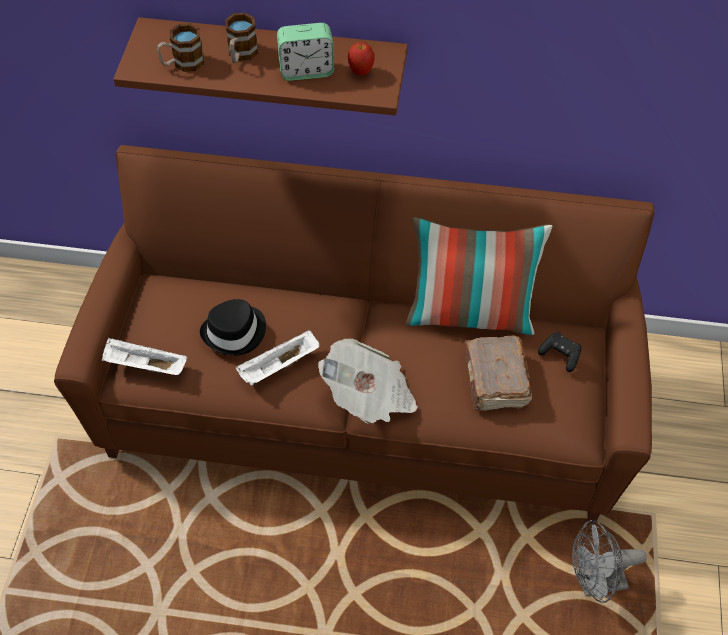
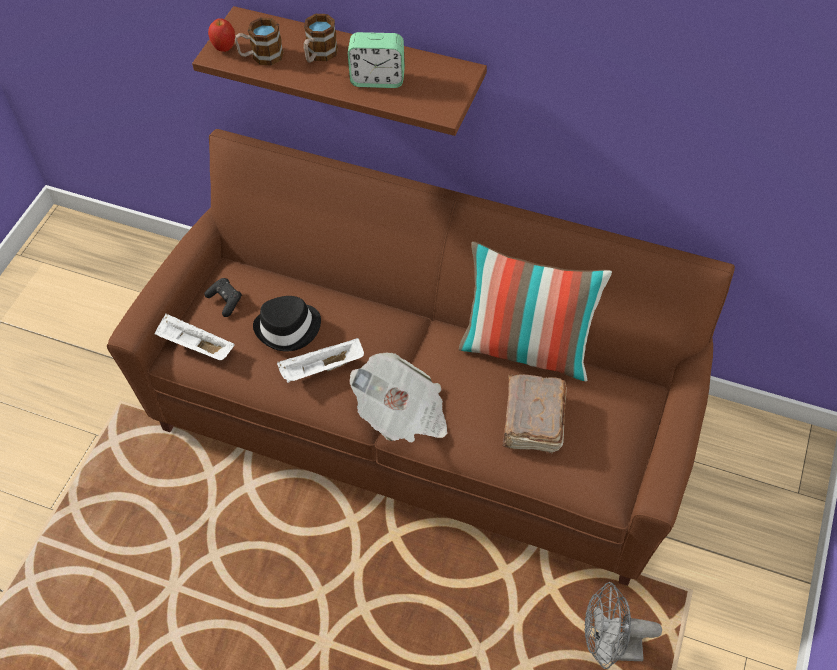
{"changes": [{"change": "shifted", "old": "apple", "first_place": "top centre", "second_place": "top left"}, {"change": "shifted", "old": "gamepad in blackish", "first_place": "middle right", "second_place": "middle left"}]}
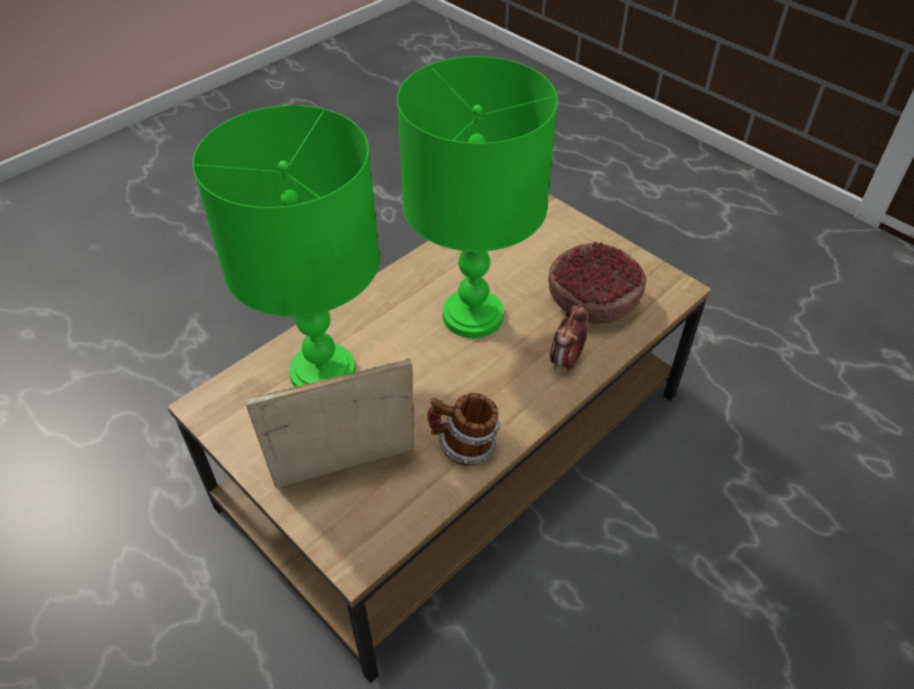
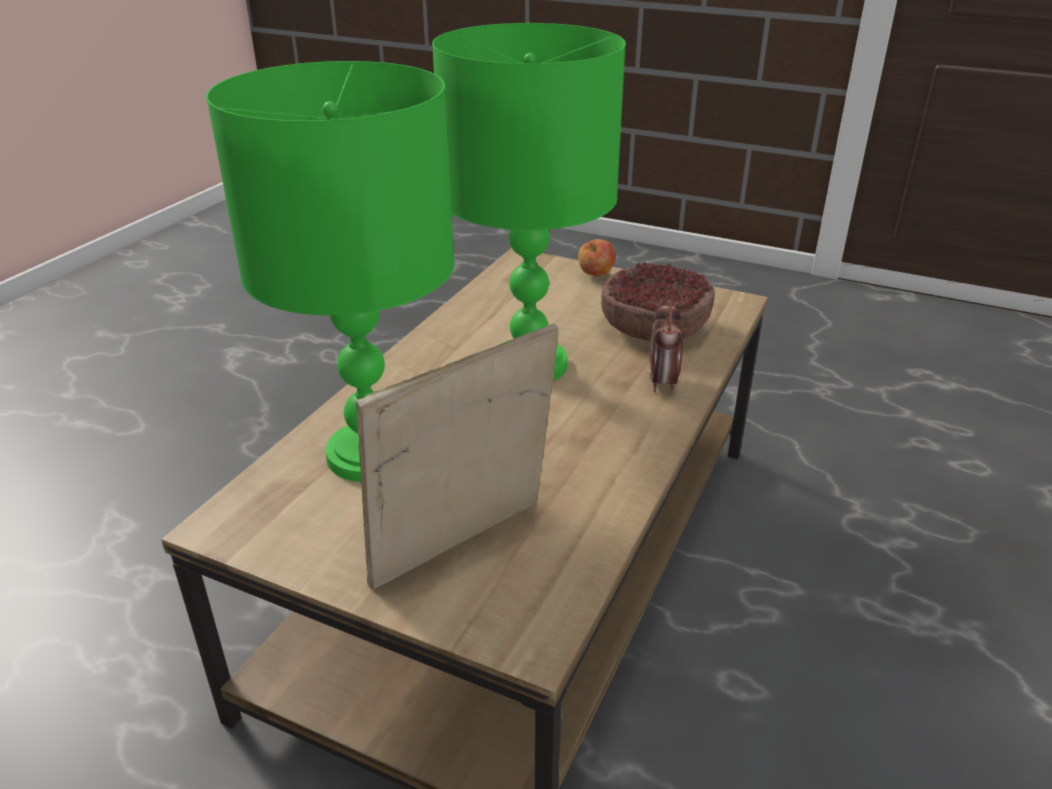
{"changes": [{"change": "gone", "old": "mug", "first_place": "centre"}, {"change": "new", "new": "apple", "second_place": "top centre"}]}
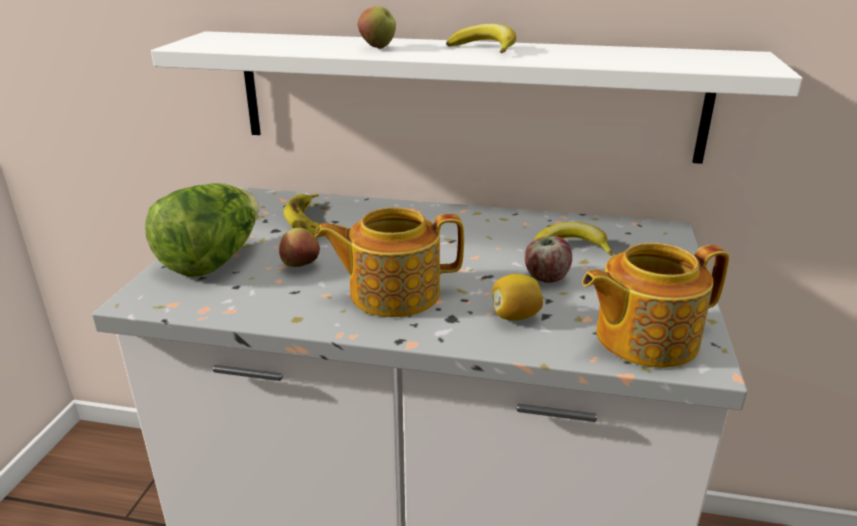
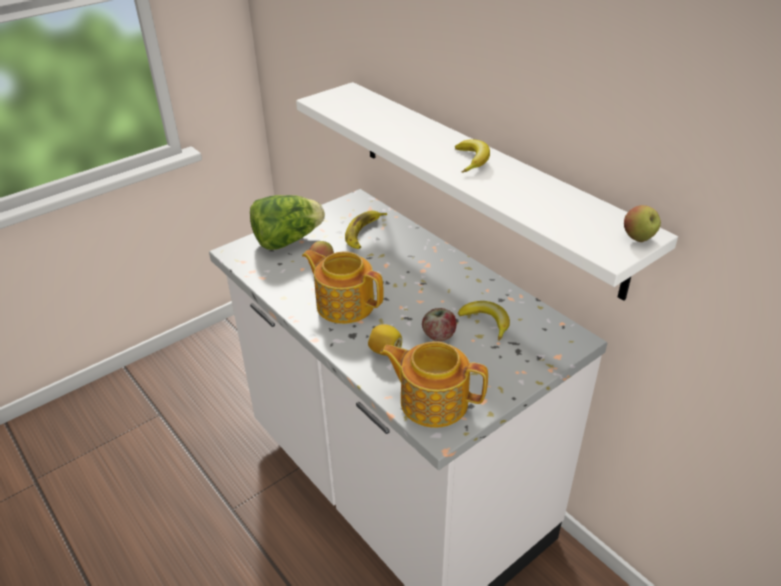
{"changes": [{"change": "shifted", "old": "apple (no. 2 from left in the first image)", "new": "apple (no. 3 from left)", "first_place": "top centre", "second_place": "middle right"}]}
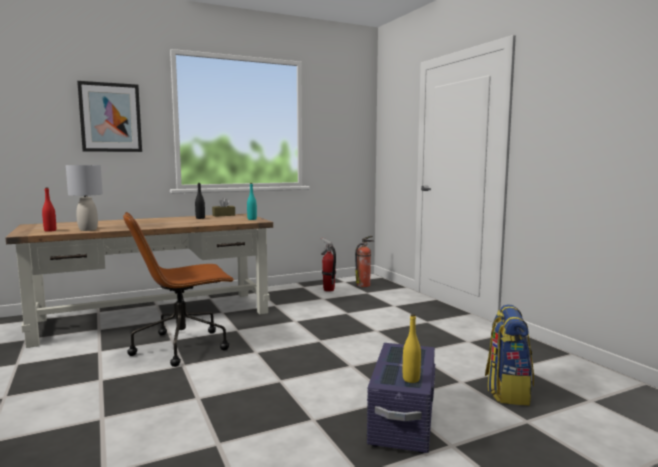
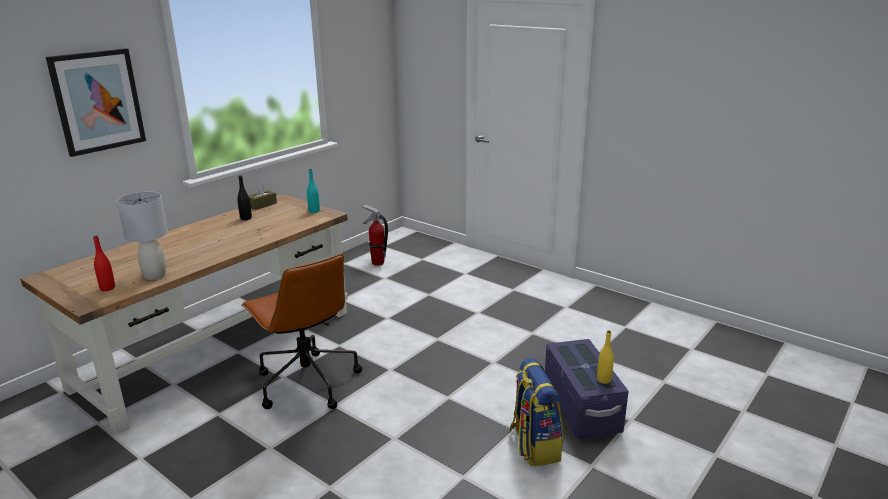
{"changes": [{"change": "gone", "old": "fire extinguisher (no. 2 from left)", "first_place": "centre"}, {"change": "shifted", "old": "backpack", "first_place": "bottom right", "second_place": "bottom centre"}, {"change": "rotated", "old": "office chair in brownish", "first_place": "middle left", "second_place": "centre", "degrees": -75}]}
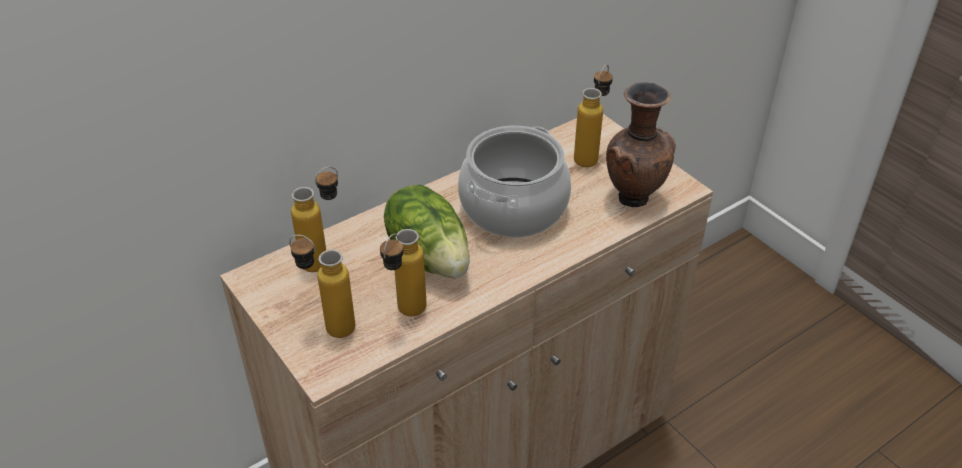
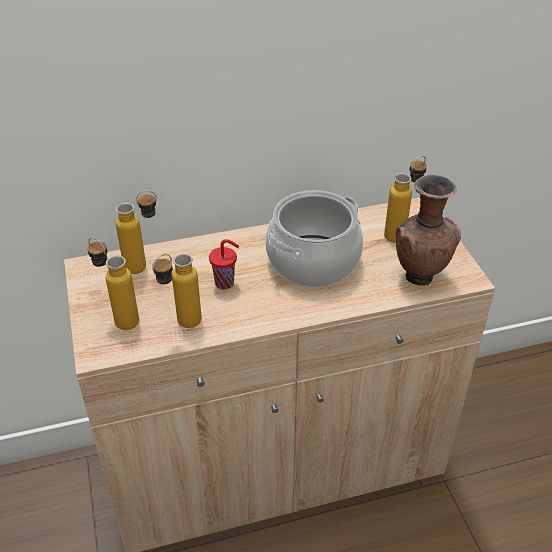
{"changes": [{"change": "swapped", "old": "lettuce", "new": "cup in red-coloured", "first_place": "centre", "second_place": "centre"}]}
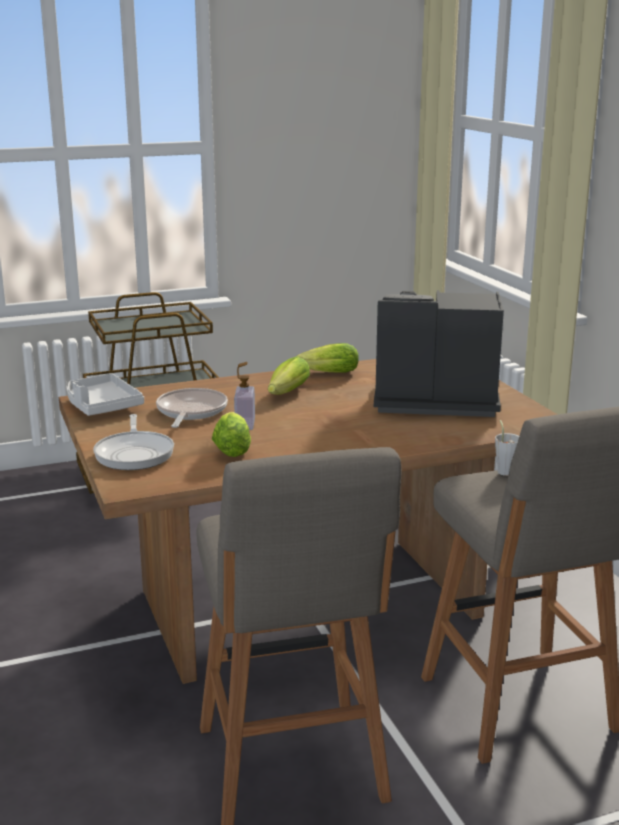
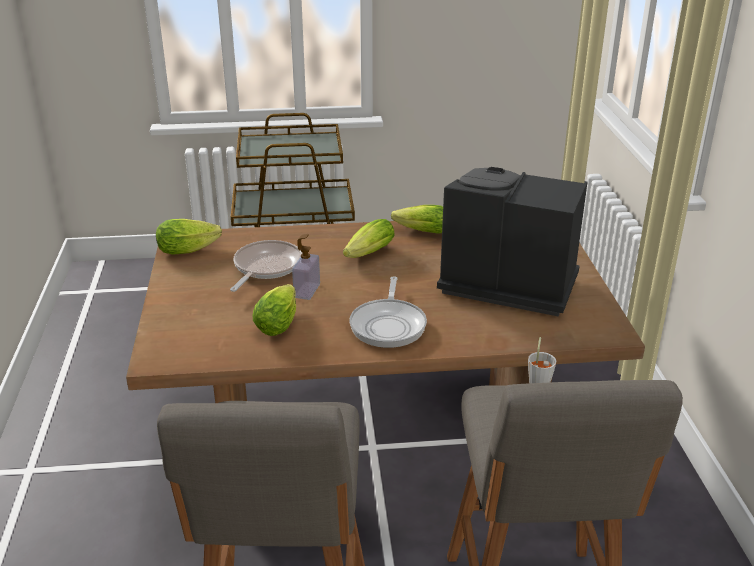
{"changes": [{"change": "shifted", "old": "frying pan (no. 1 from left in the first image)", "new": "frying pan (no. 2 from left)", "first_place": "middle left", "second_place": "centre"}, {"change": "swapped", "old": "serving tray in greyish", "new": "lettuce (no. 1 from left)", "first_place": "middle left", "second_place": "middle left"}]}
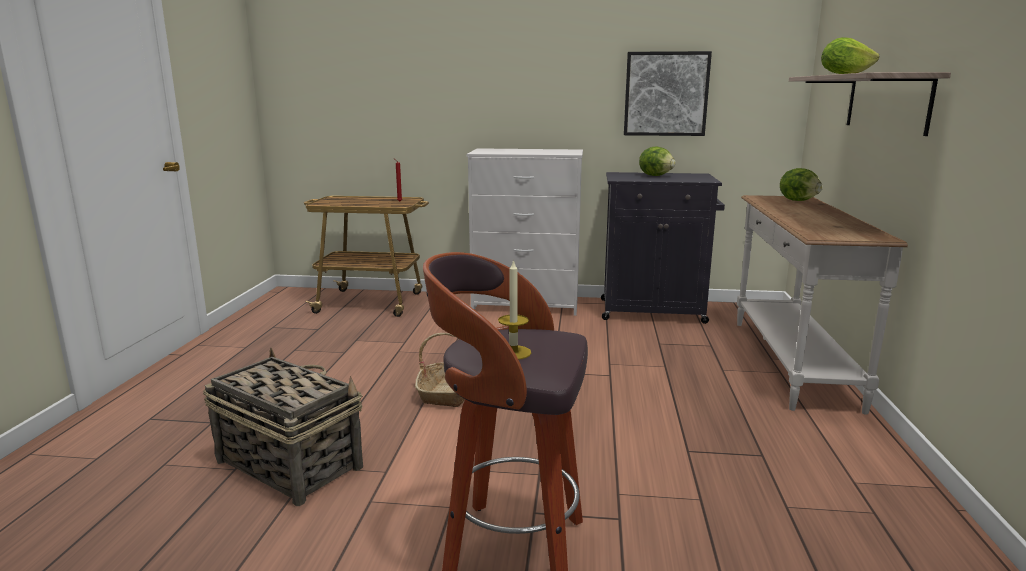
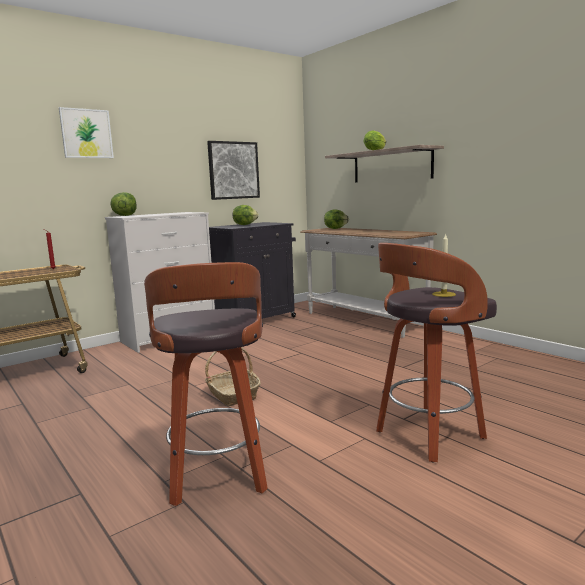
{"changes": [{"change": "new", "new": "picture (no. 1 from left)", "second_place": "top left"}, {"change": "new", "new": "lettuce (no. 1 from left)", "second_place": "middle left"}, {"change": "swapped", "old": "basket (no. 1 from left)", "new": "stool (no. 1 from left)", "first_place": "bottom left", "second_place": "centre"}]}
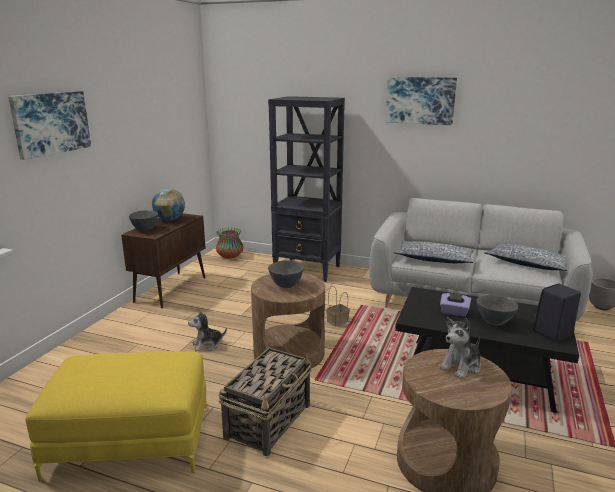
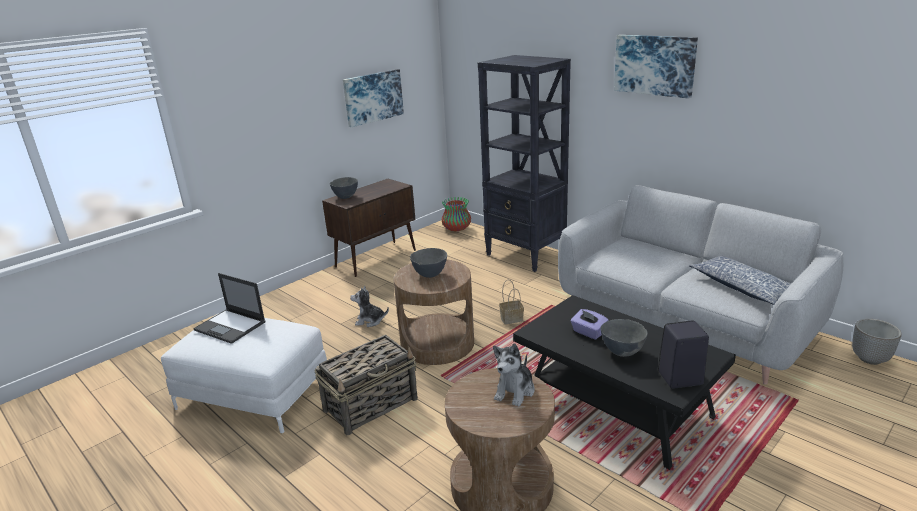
{"changes": [{"change": "gone", "old": "globe", "first_place": "middle left"}, {"change": "gone", "old": "throw pillow (no. 1 from left)", "first_place": "middle right"}, {"change": "new", "new": "laptop", "second_place": "middle left"}, {"change": "shifted", "old": "picture (no. 1 from left)", "first_place": "top left", "second_place": "top centre"}, {"change": "repainted", "old": "pouffe in yellow-coloured", "new": "pouffe in white", "first_place": "bottom left", "second_place": "bottom left"}, {"change": "rotated", "old": "soft toy (no. 2 from left)", "first_place": "bottom right", "second_place": "bottom centre", "degrees": -45}]}
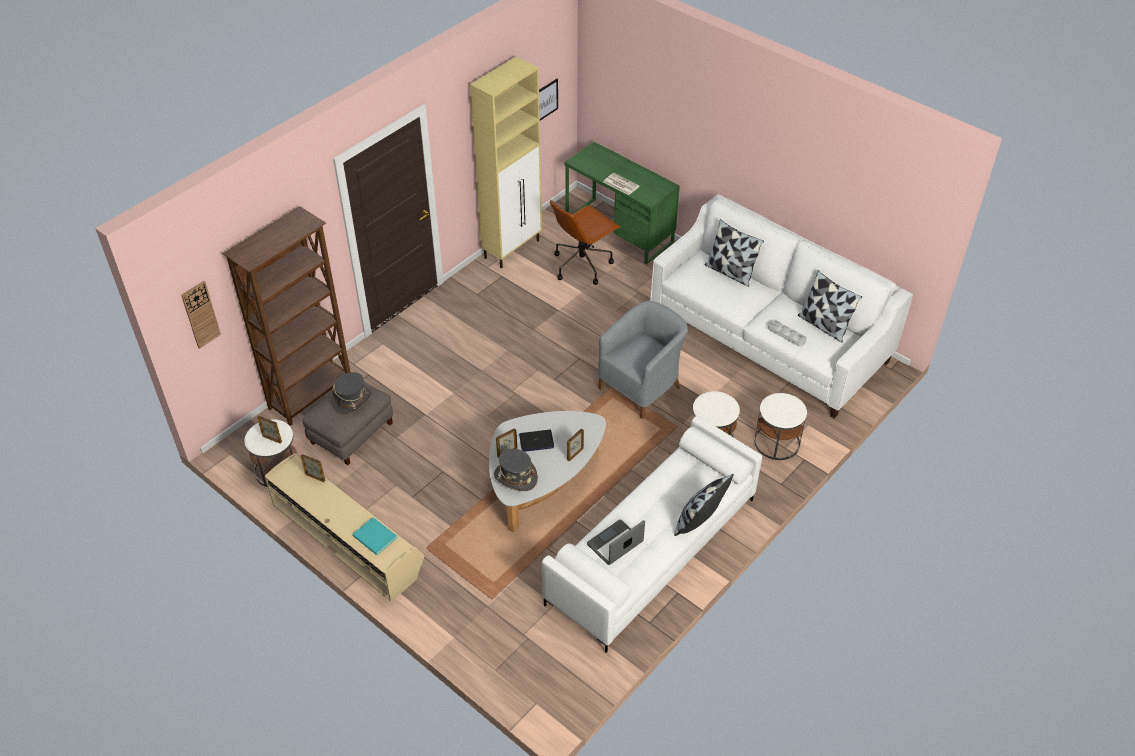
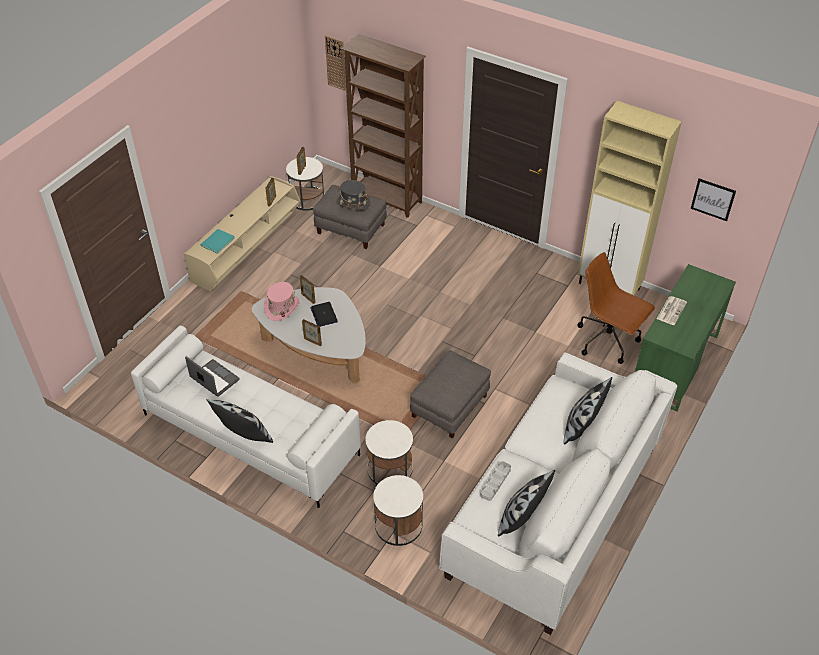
{"changes": [{"change": "swapped", "old": "armchair in greyish", "new": "pouffe in greyish (no. 2 from left)", "first_place": "centre", "second_place": "centre"}, {"change": "repainted", "old": "hat in greyish (no. 2 from left)", "new": "hat in pinkish", "first_place": "centre", "second_place": "centre"}]}
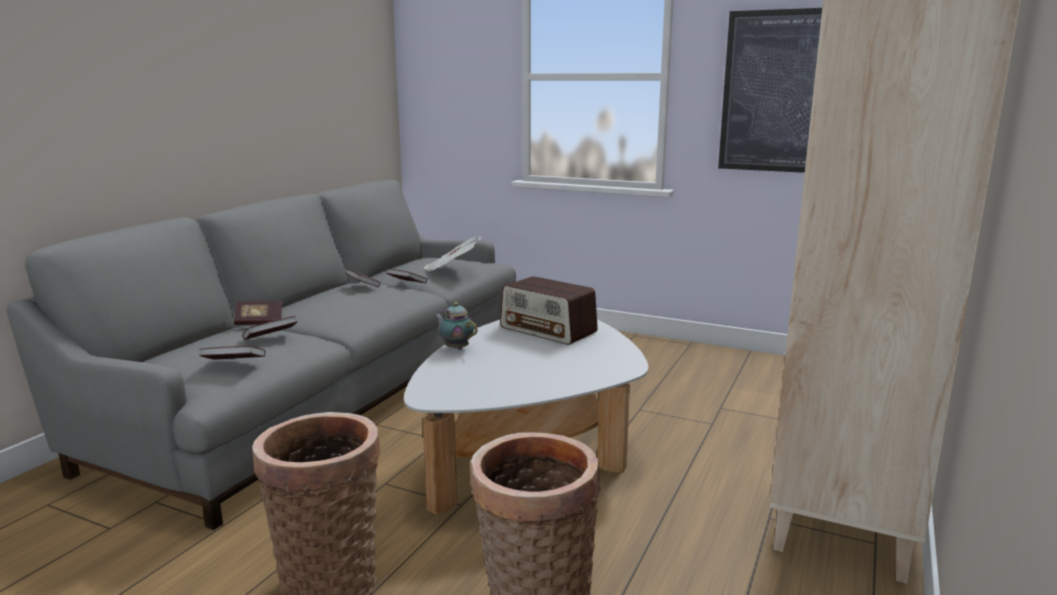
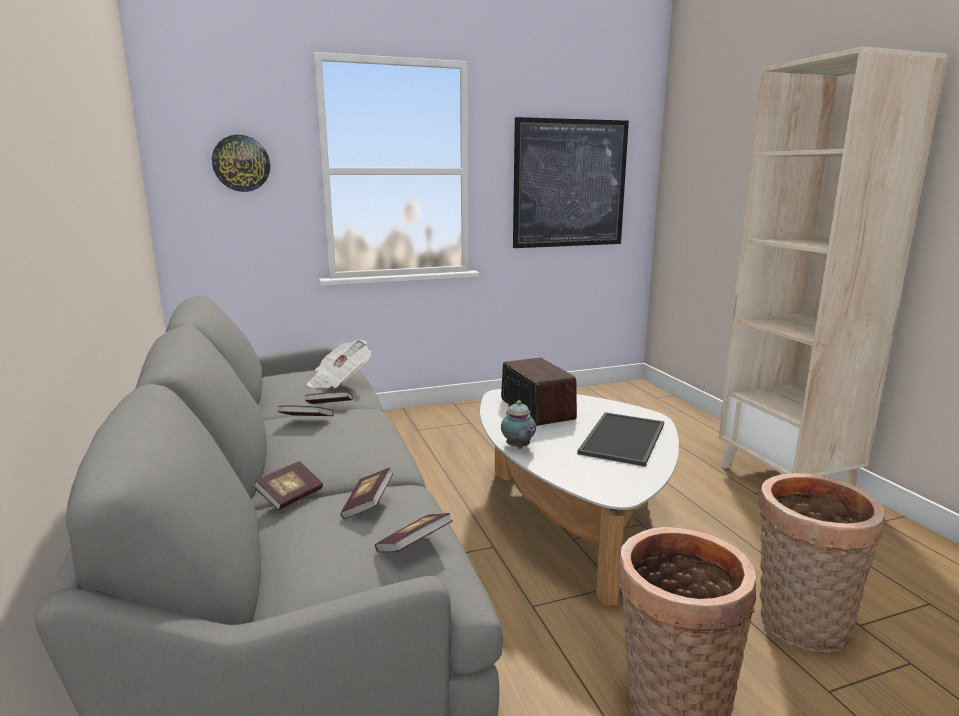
{"changes": [{"change": "new", "new": "wall clock", "second_place": "top left"}, {"change": "new", "new": "serving tray", "second_place": "centre"}, {"change": "rotated", "old": "tea pot", "first_place": "centre", "second_place": "centre", "degrees": -105}, {"change": "rotated", "old": "radio receiver", "first_place": "centre", "second_place": "centre", "degrees": -105}]}
